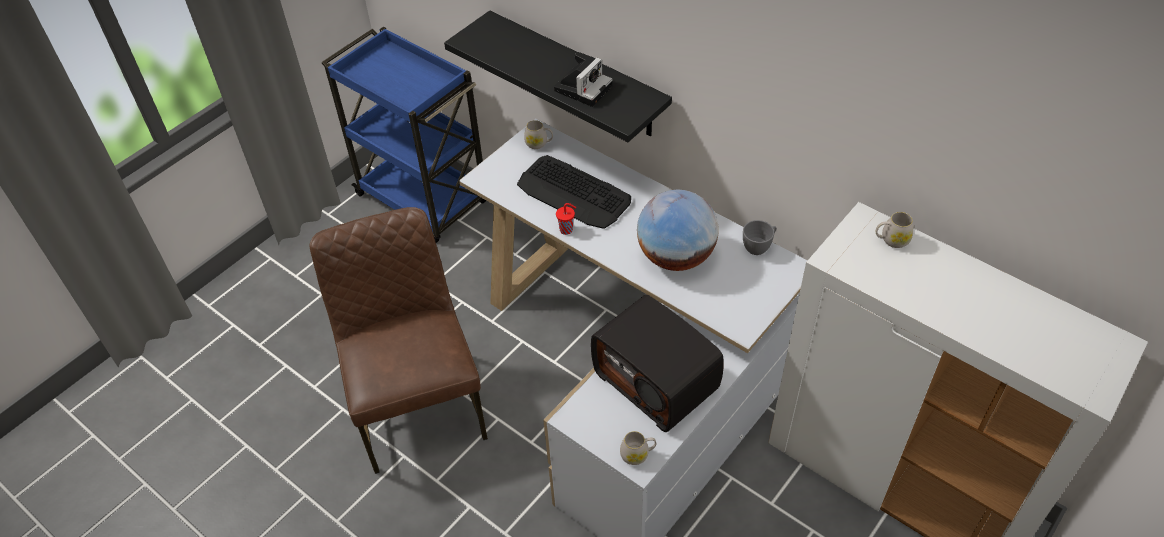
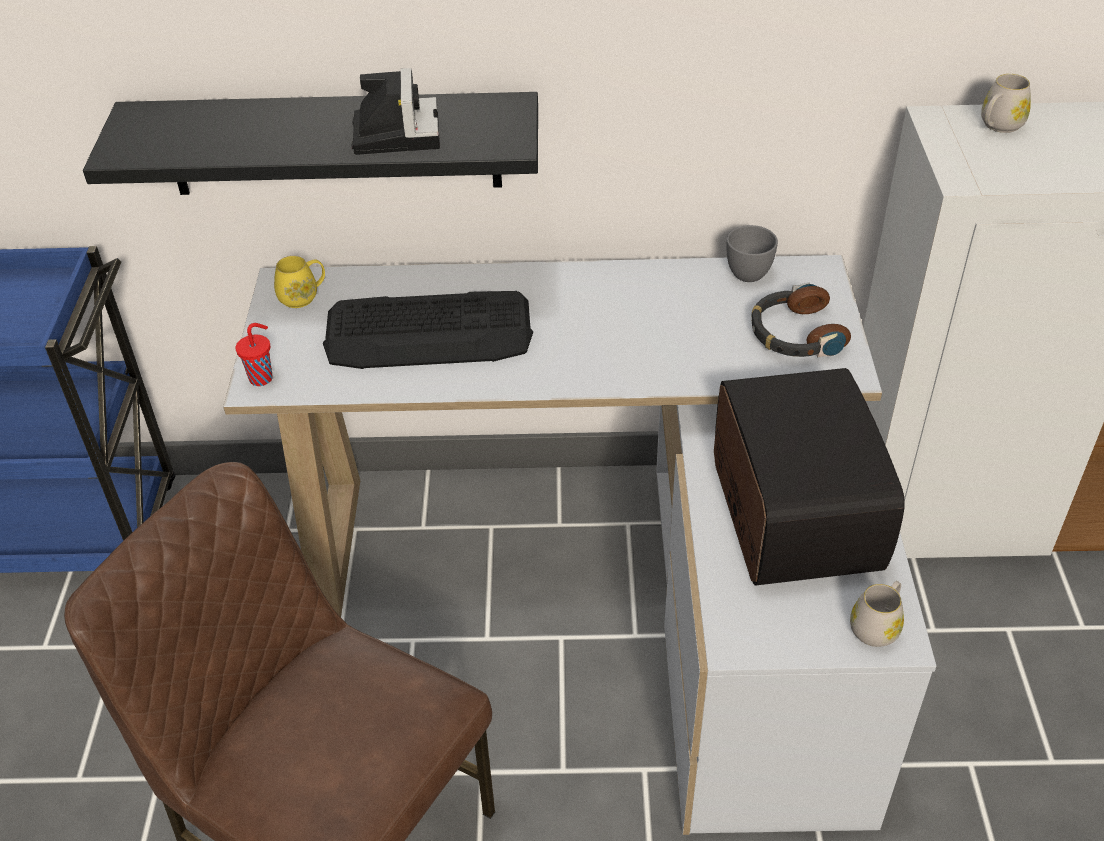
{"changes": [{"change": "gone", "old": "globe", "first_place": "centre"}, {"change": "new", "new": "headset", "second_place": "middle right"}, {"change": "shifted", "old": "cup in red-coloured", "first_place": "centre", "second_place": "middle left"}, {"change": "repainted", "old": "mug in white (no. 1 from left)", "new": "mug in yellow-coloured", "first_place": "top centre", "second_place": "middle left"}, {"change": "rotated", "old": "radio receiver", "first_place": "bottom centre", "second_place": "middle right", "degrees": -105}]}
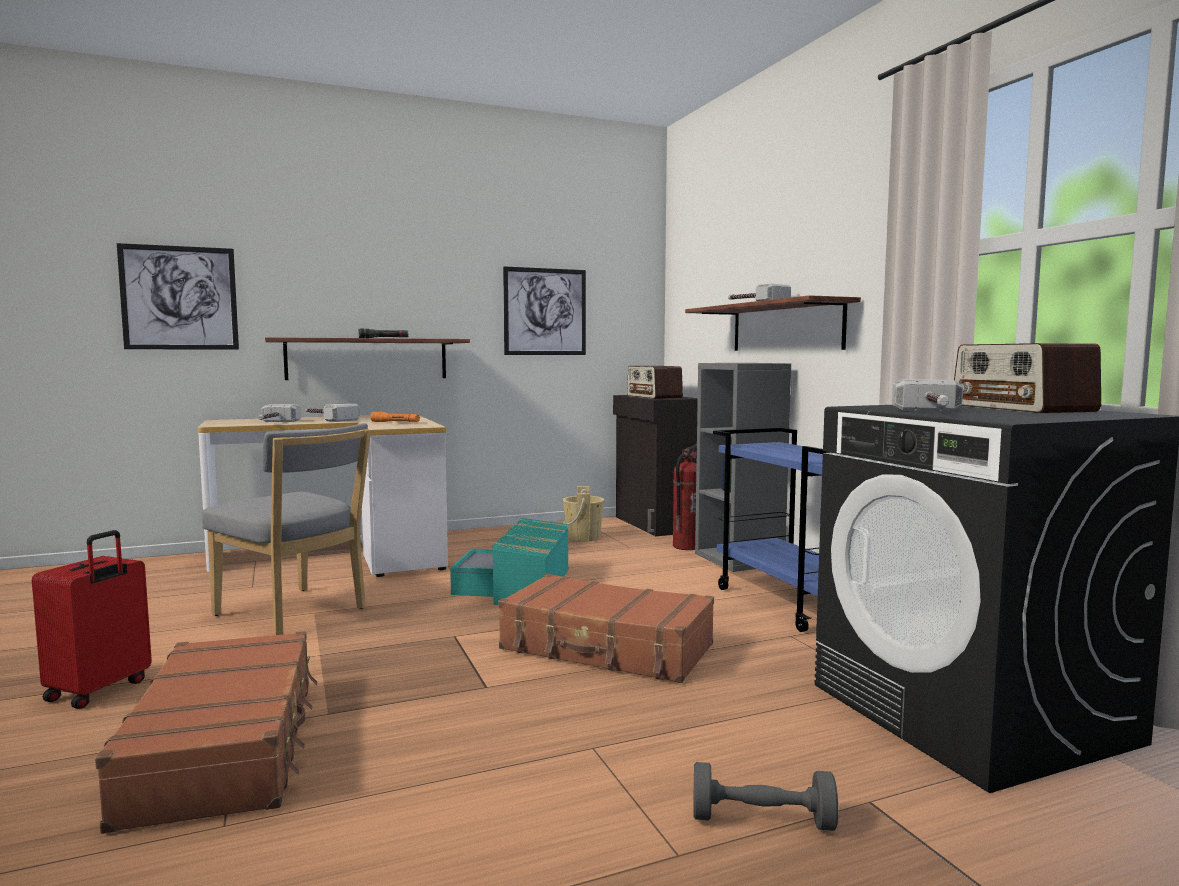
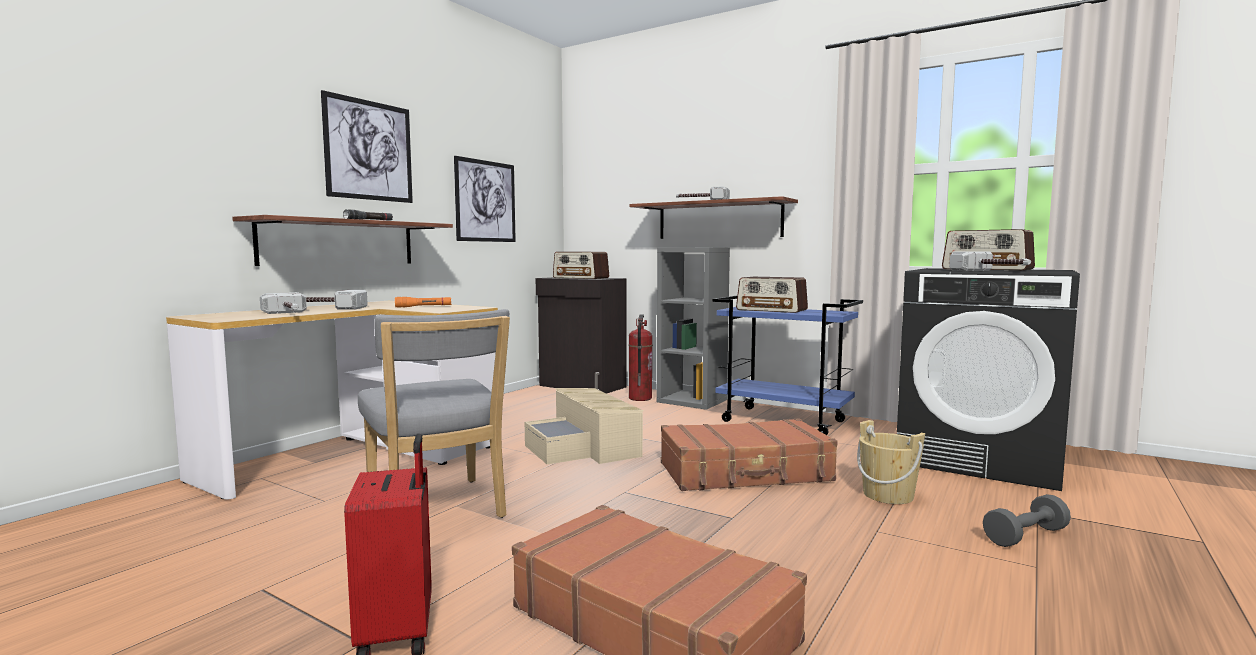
{"changes": [{"change": "new", "new": "radio receiver (no. 2 from left)", "second_place": "centre"}, {"change": "shifted", "old": "picture (no. 1 from left)", "first_place": "middle left", "second_place": "top left"}, {"change": "shifted", "old": "pail in sand-coloured", "first_place": "centre", "second_place": "bottom right"}, {"change": "repainted", "old": "storage container in blue-green", "new": "storage container in sand-coloured", "first_place": "centre", "second_place": "centre"}, {"change": "rotated", "old": "chair in greyish", "first_place": "middle left", "second_place": "centre", "degrees": 60}]}
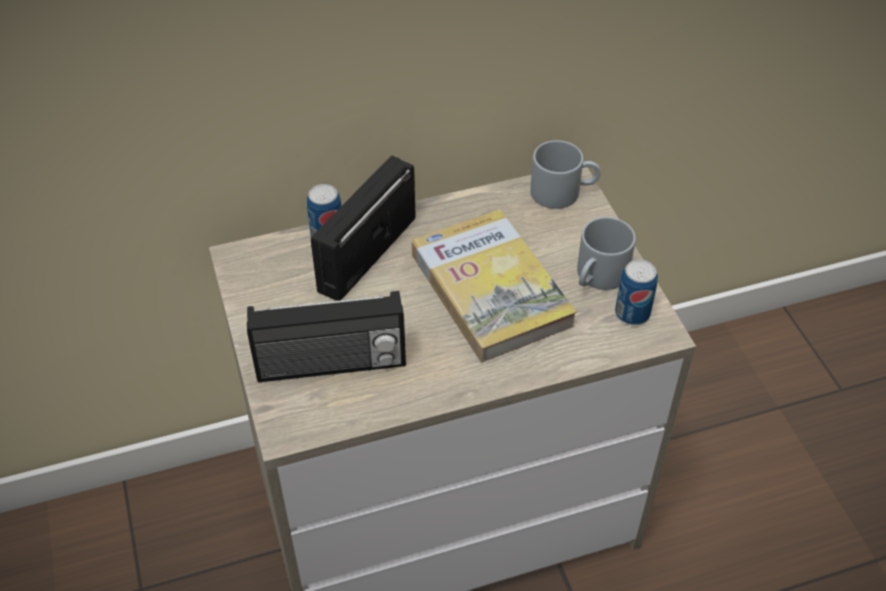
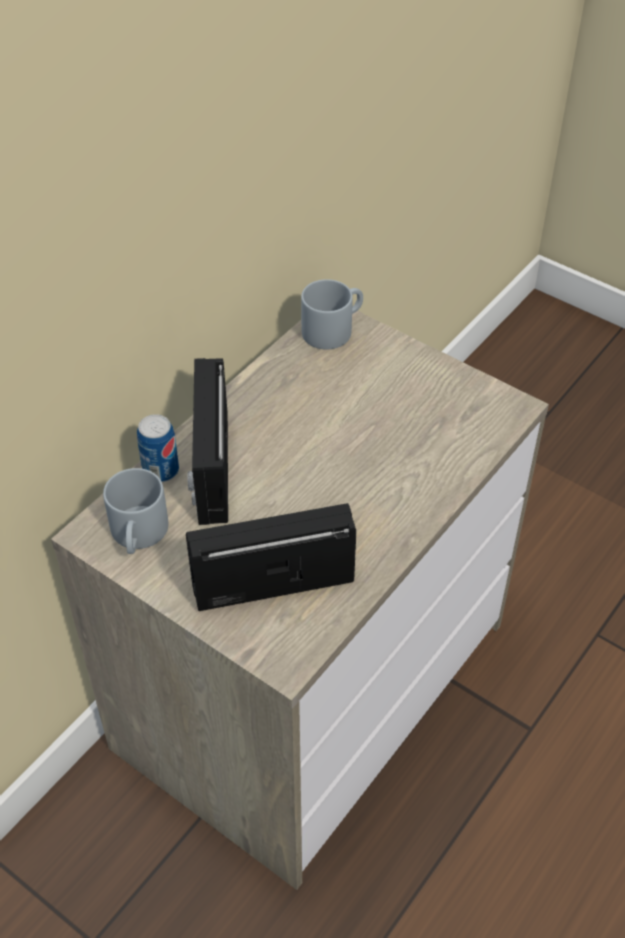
{"changes": [{"change": "gone", "old": "book", "first_place": "centre"}, {"change": "gone", "old": "metal can (no. 2 from left)", "first_place": "middle right"}, {"change": "shifted", "old": "mug in greyish (no. 2 from left in the first image)", "new": "mug in greyish (no. 1 from left)", "first_place": "middle right", "second_place": "middle left"}, {"change": "rotated", "old": "radio receiver (no. 1 from left in the first image)", "first_place": "centre", "second_place": "centre", "degrees": -150}]}
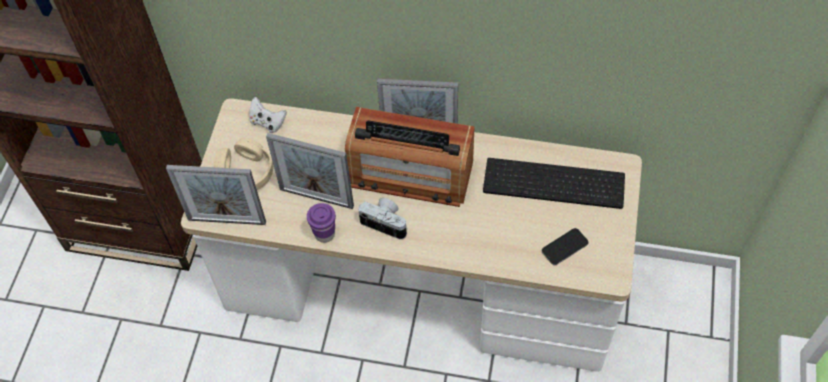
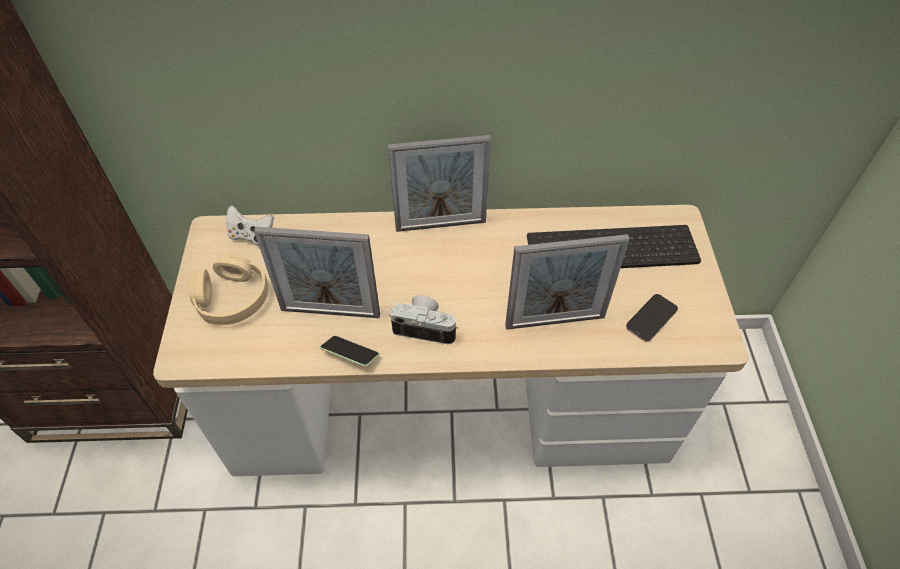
{"changes": [{"change": "gone", "old": "radio receiver", "first_place": "centre"}, {"change": "shifted", "old": "picture frame (no. 1 from left in the first image)", "new": "picture frame (no. 3 from left)", "first_place": "middle left", "second_place": "centre"}, {"change": "swapped", "old": "cup in purplish", "new": "handset (no. 1 from left)", "first_place": "centre", "second_place": "centre"}]}
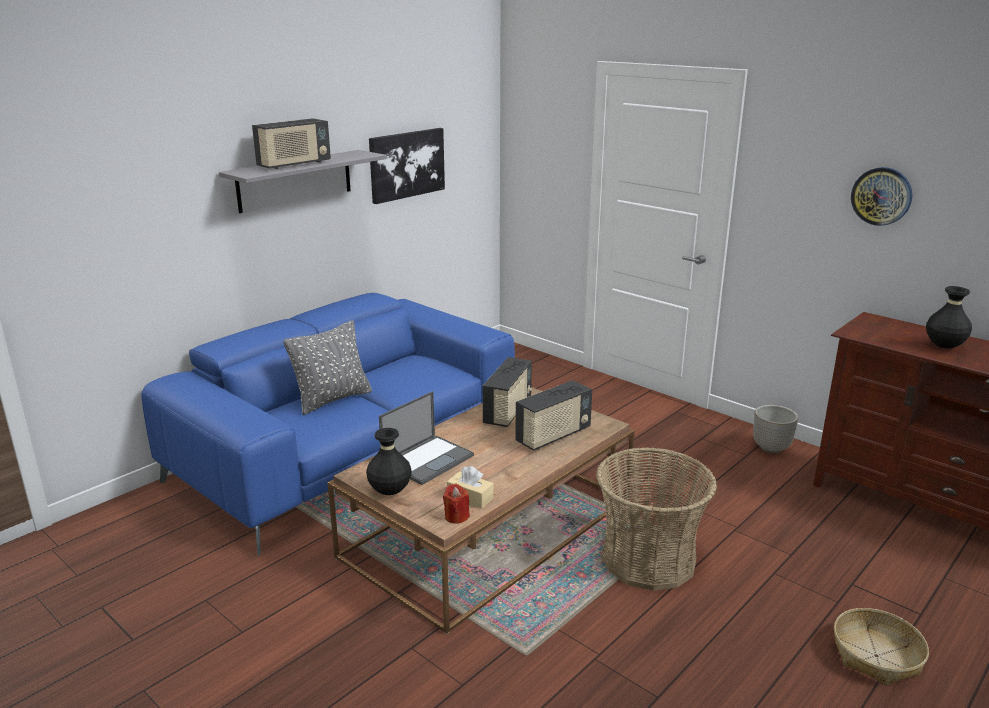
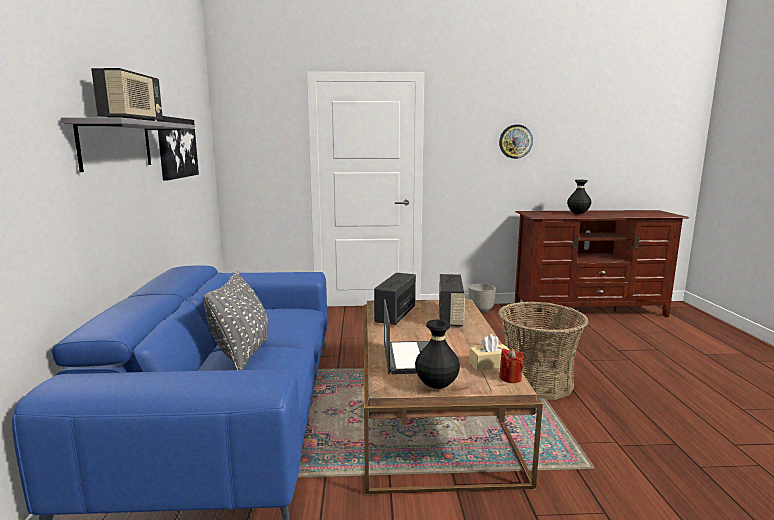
{"changes": [{"change": "gone", "old": "basket (no. 2 from left)", "first_place": "bottom right"}, {"change": "rotated", "old": "radio receiver (no. 2 from left)", "first_place": "centre", "second_place": "centre", "degrees": -135}]}
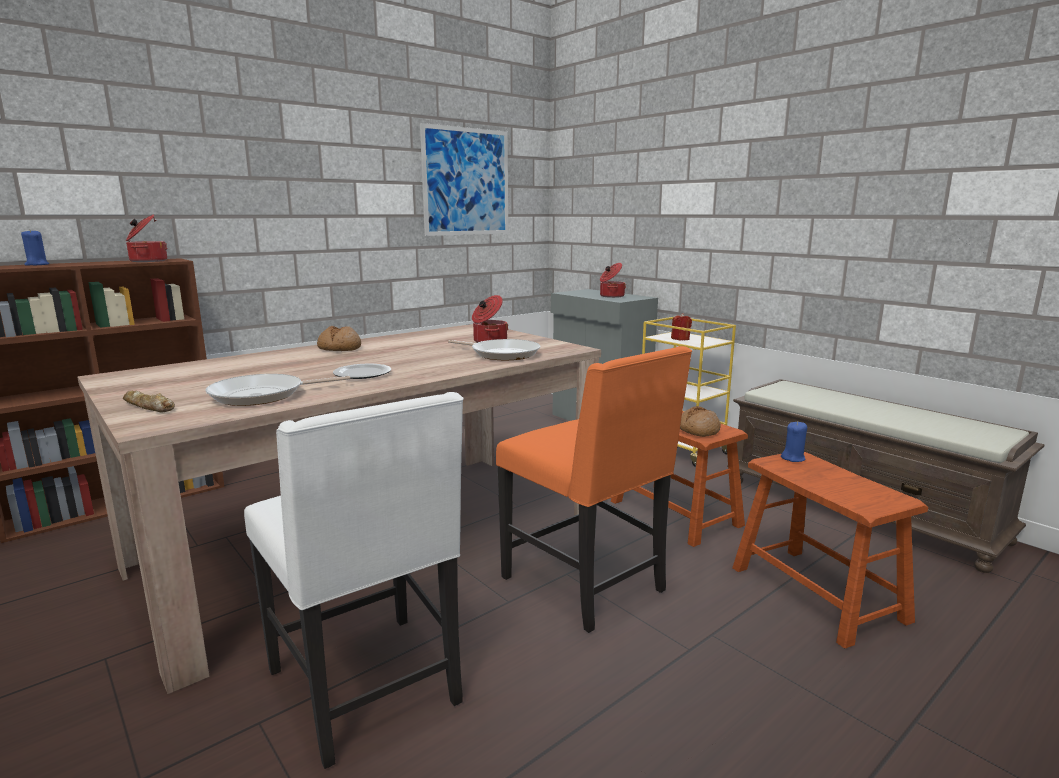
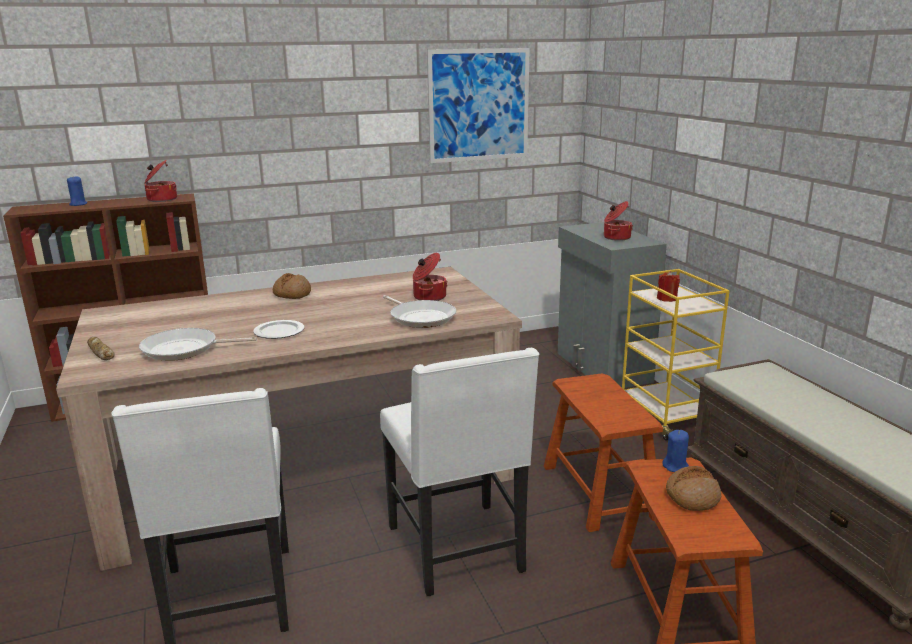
{"changes": [{"change": "shifted", "old": "baked bread (no. 3 from left)", "first_place": "centre", "second_place": "bottom right"}, {"change": "repainted", "old": "chair in orange-coloured", "new": "chair in white (no. 2 from left)", "first_place": "centre", "second_place": "bottom centre"}]}
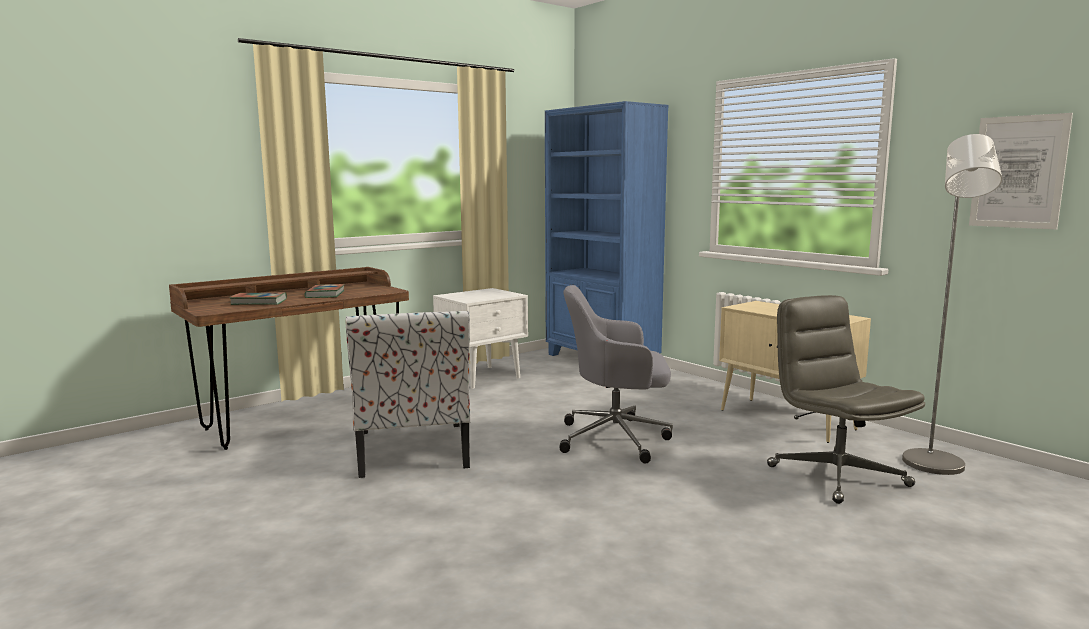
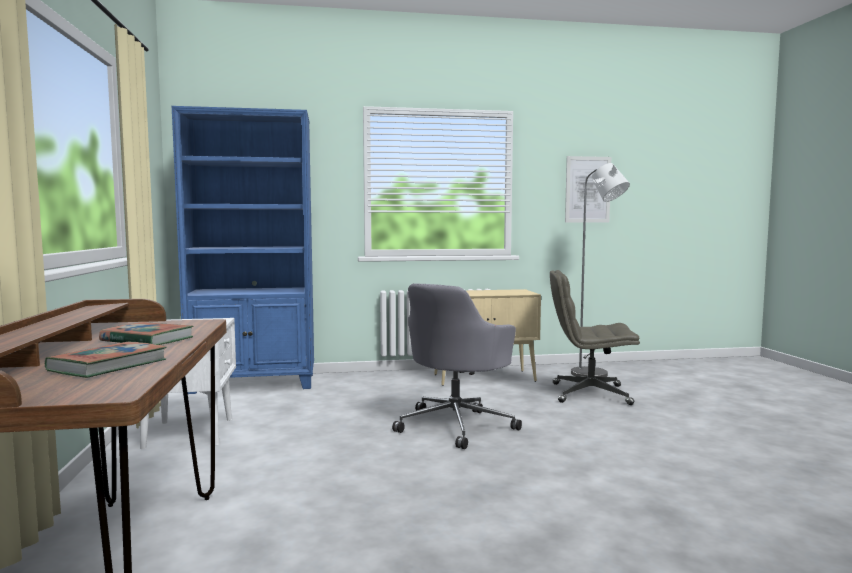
{"changes": [{"change": "gone", "old": "chair", "first_place": "centre"}]}
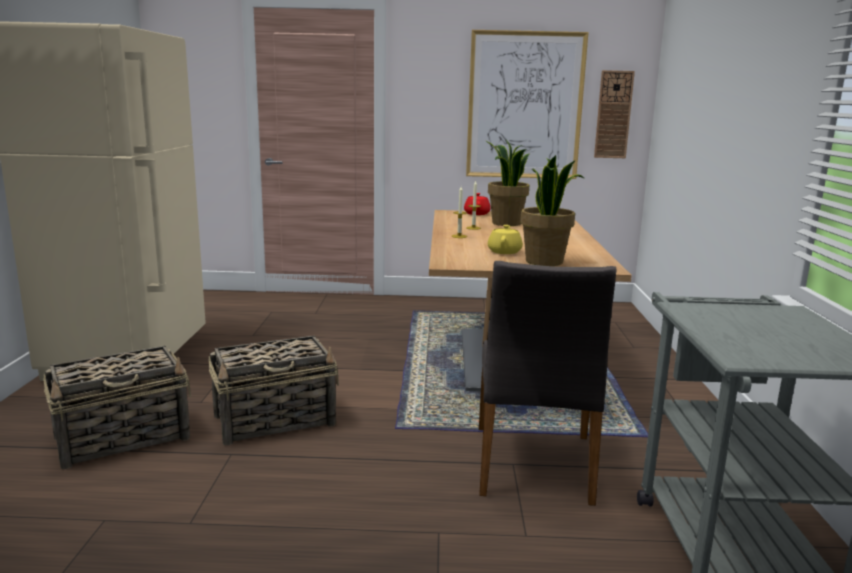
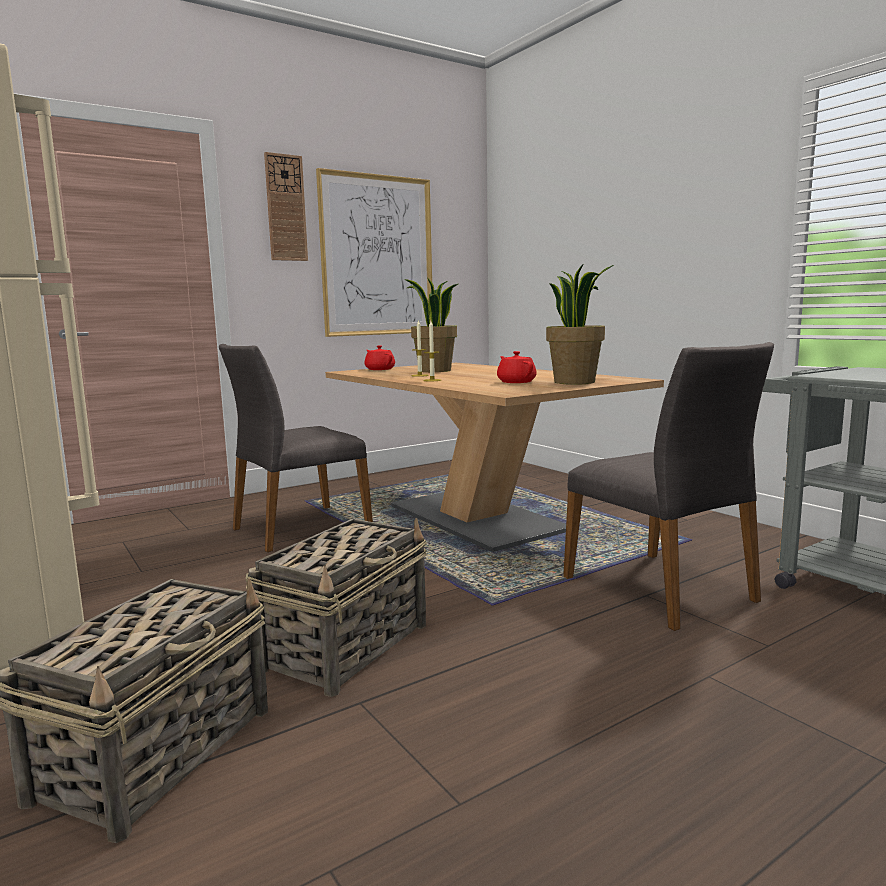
{"changes": [{"change": "new", "new": "chair in greyish (no. 1 from left)", "second_place": "centre"}, {"change": "shifted", "old": "wall clock", "first_place": "top right", "second_place": "top left"}, {"change": "repainted", "old": "tea pot in yellow-coloured", "new": "tea pot in red-coloured (no. 2 from left)", "first_place": "centre", "second_place": "centre"}]}
